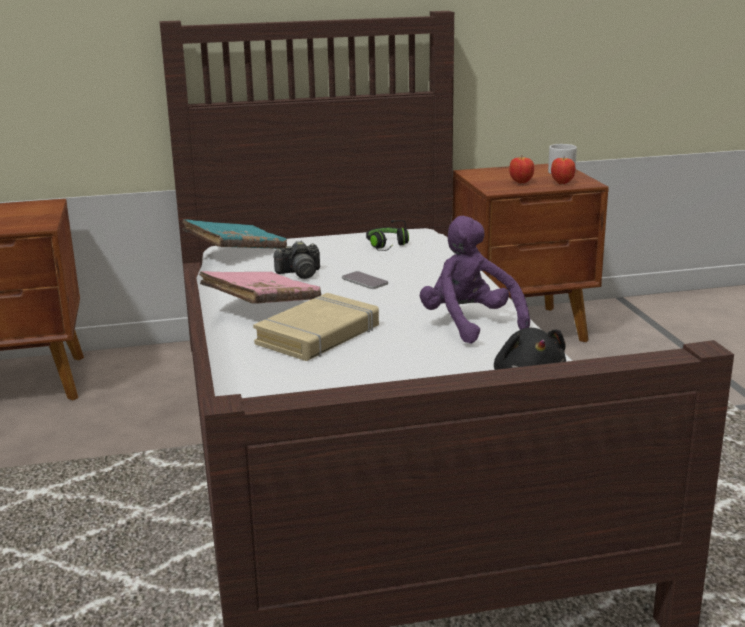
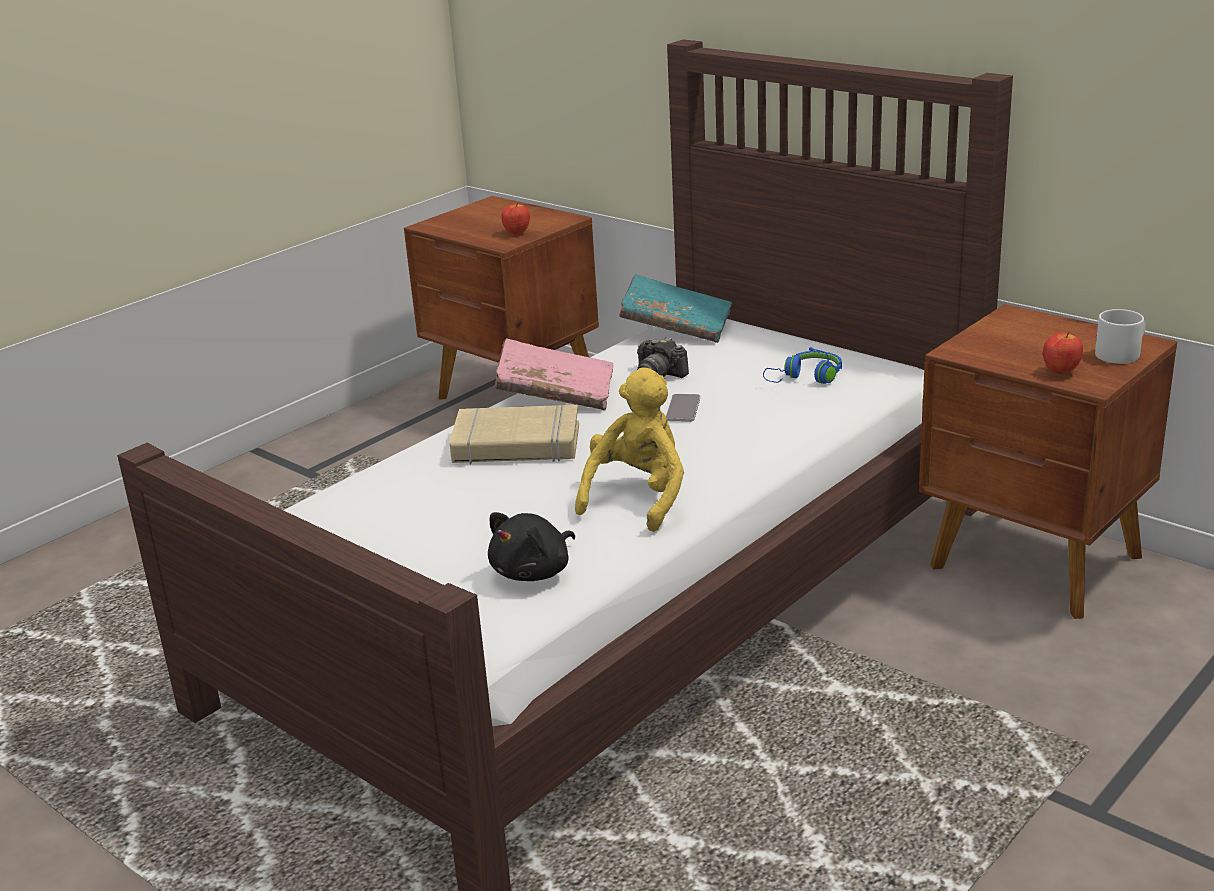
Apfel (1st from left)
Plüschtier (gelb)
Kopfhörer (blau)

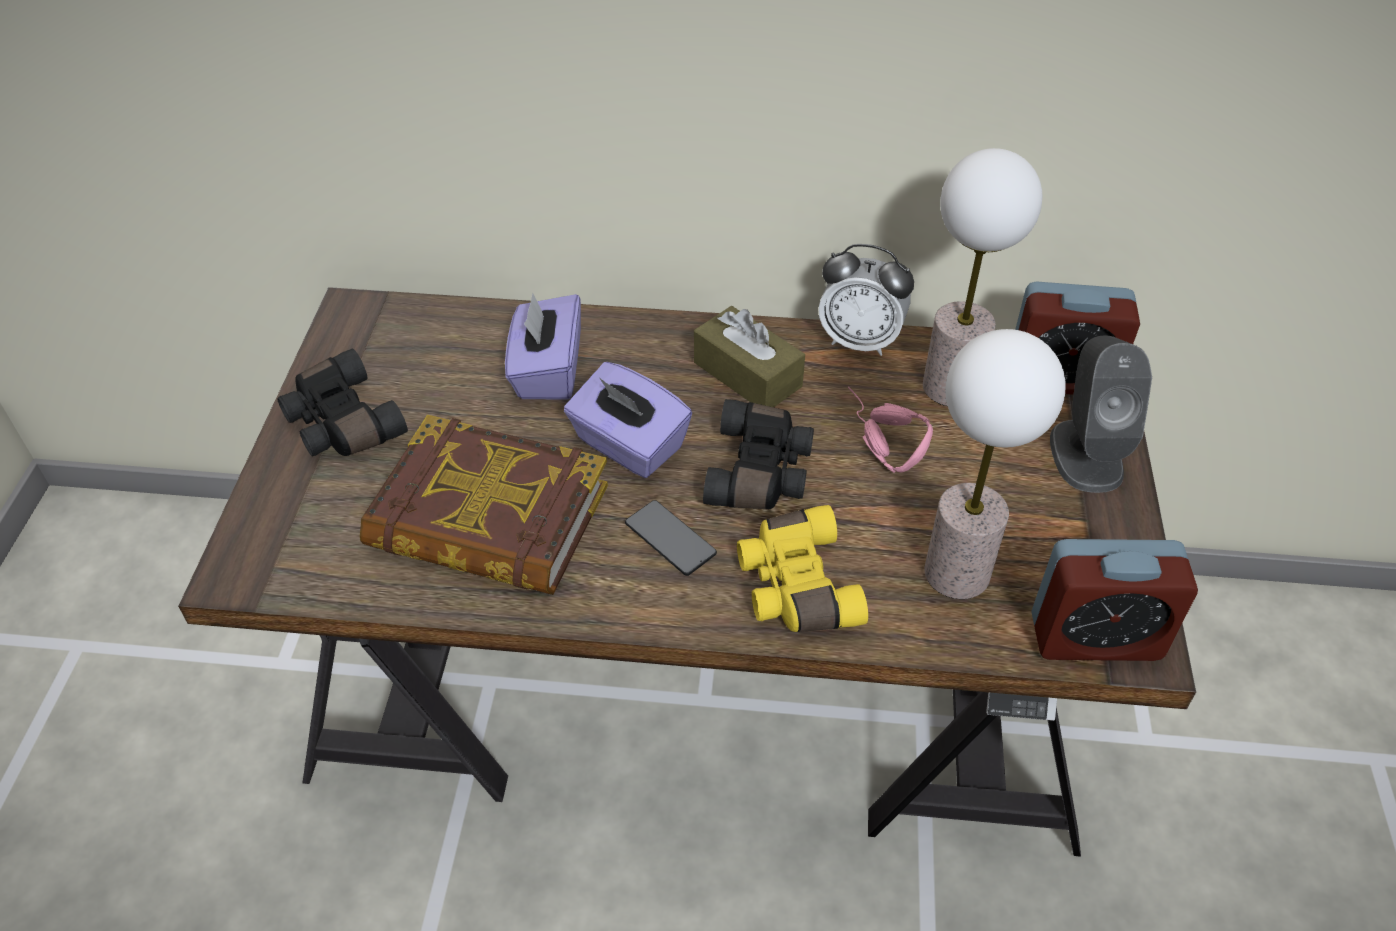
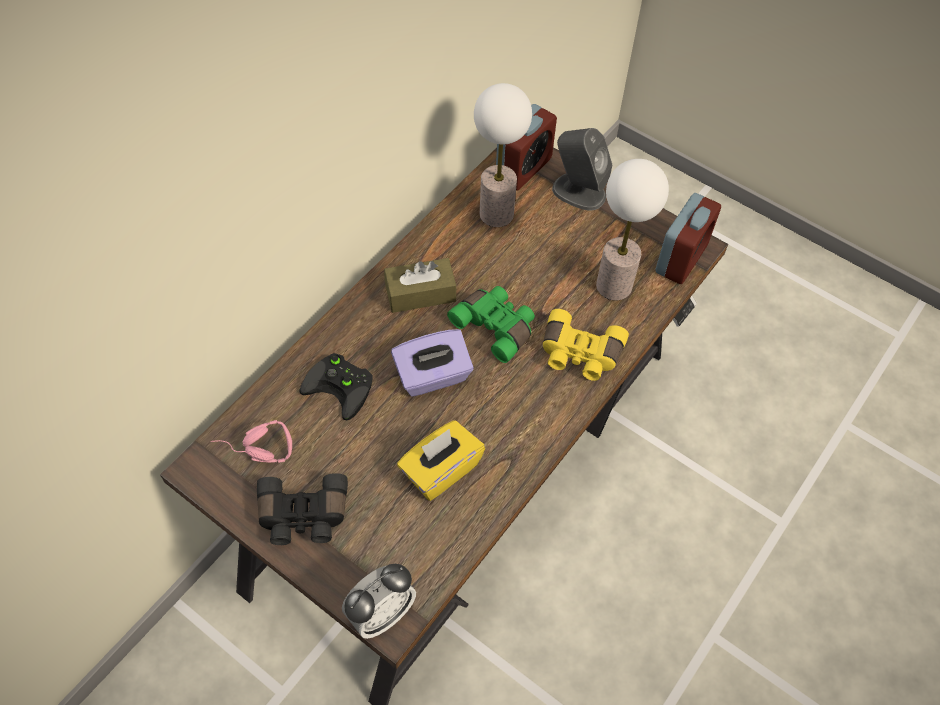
Wecker (1st from left)
Gamepad (schwarz)
Kopfhörer (rosa)
Fernglas (grün)
Taschentuchbox (gelb)
Handy

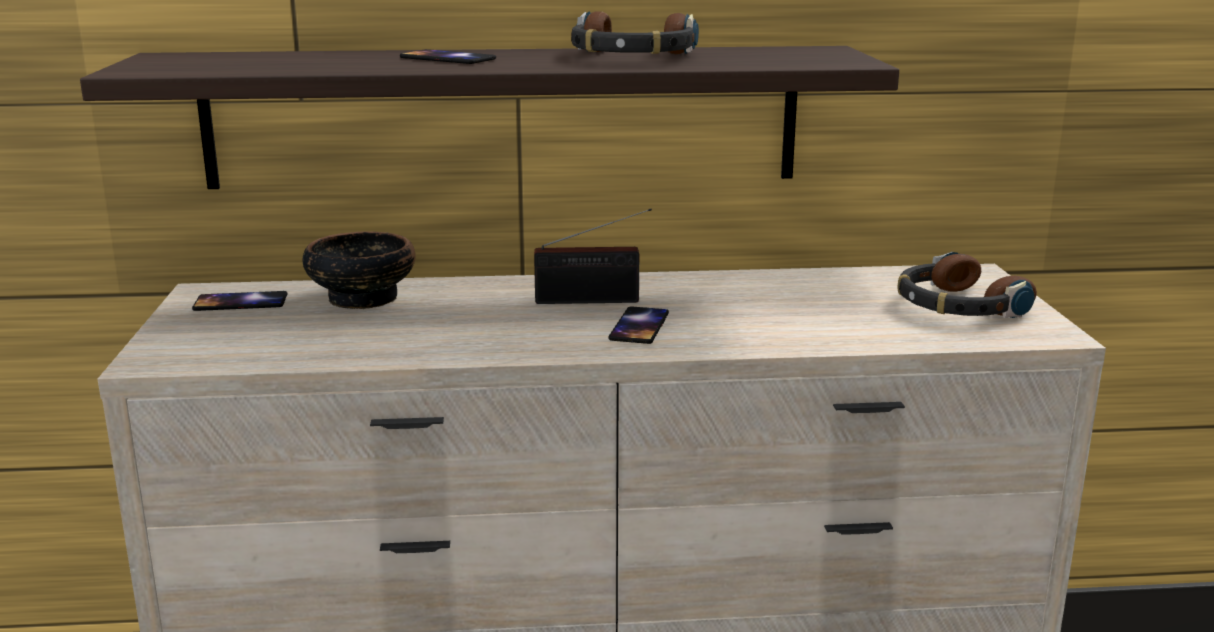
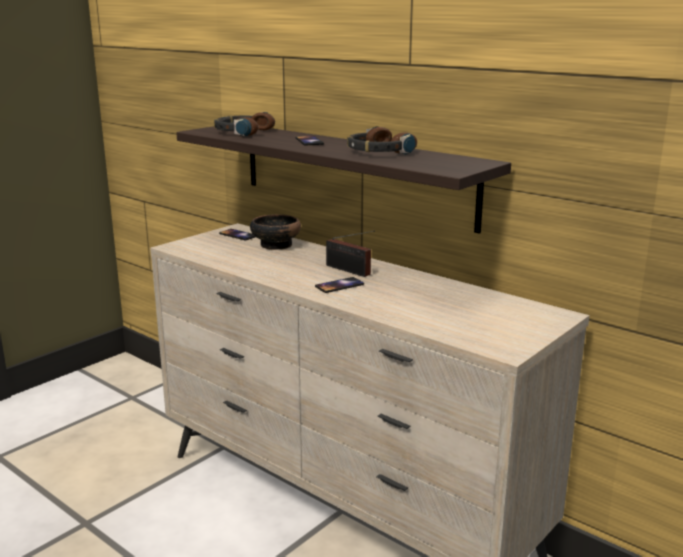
Kopfhörer (1st from left)

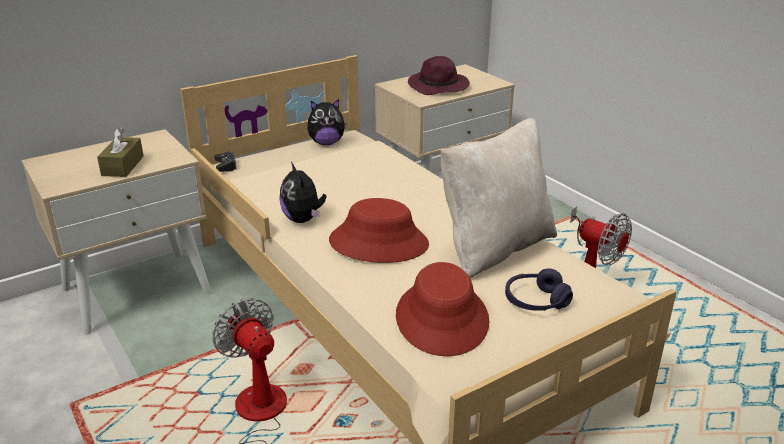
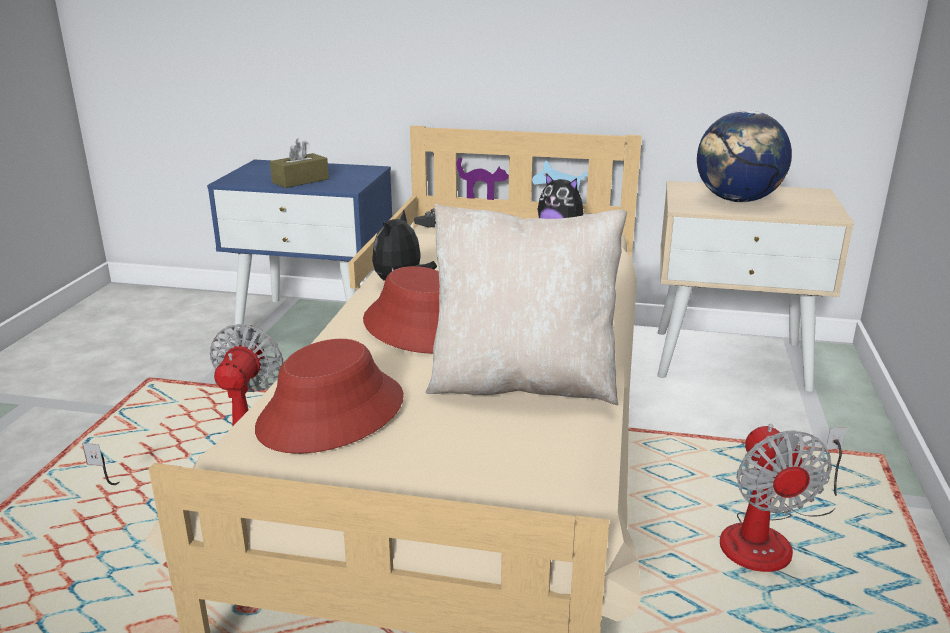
Globus
Nachttisch (blau)
Kopfhörer (lila)

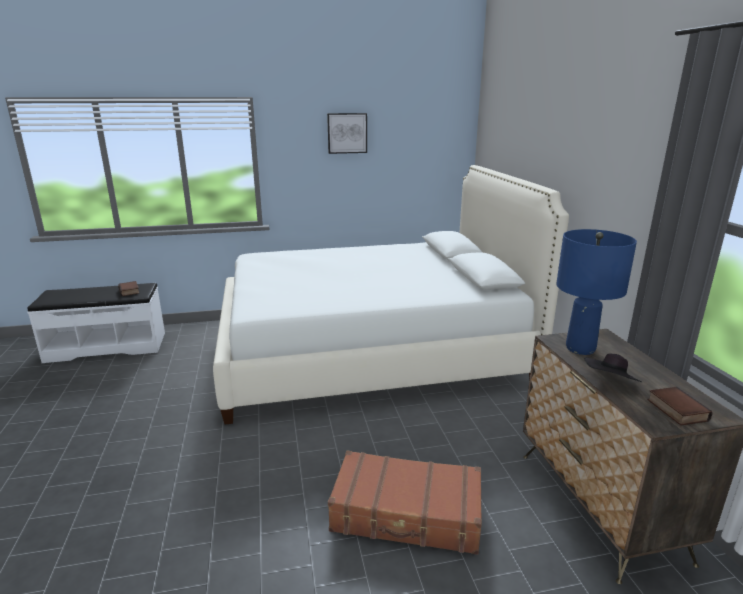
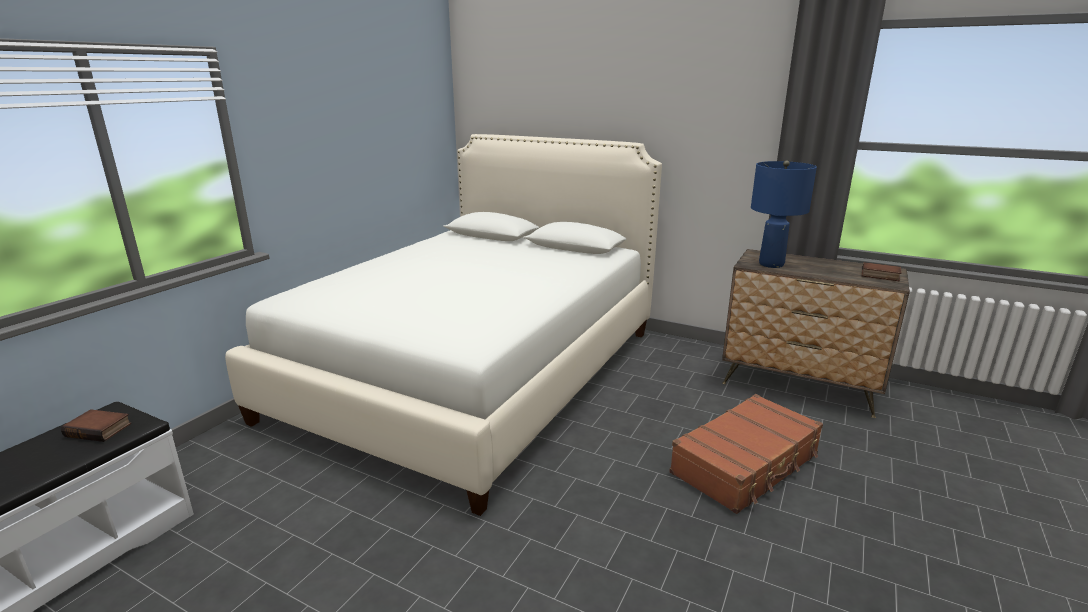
Bild
Hut (schwarz)

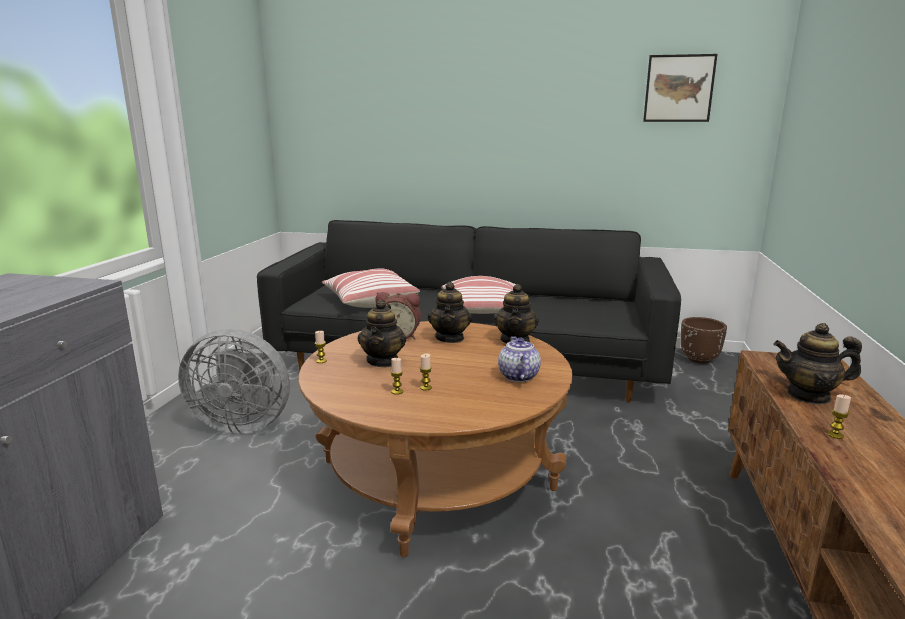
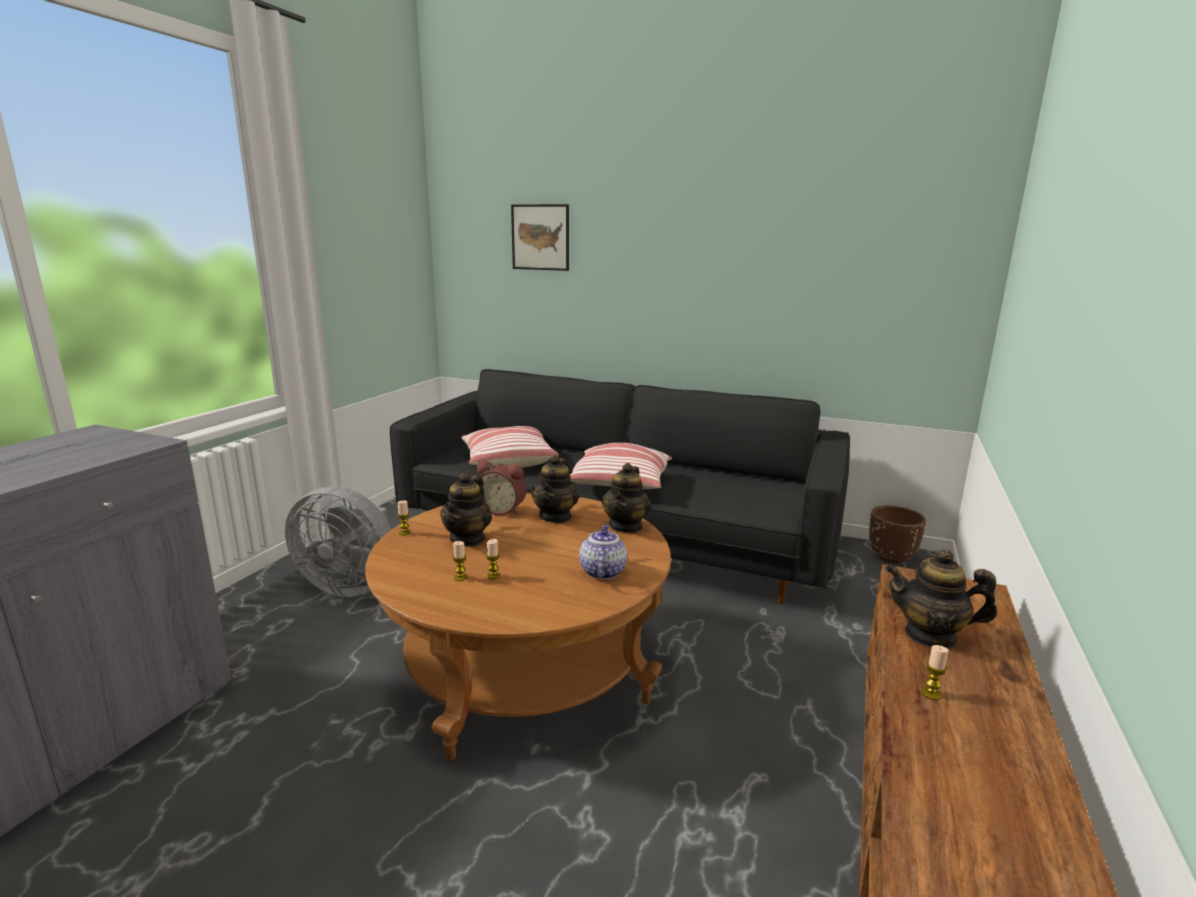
Bild

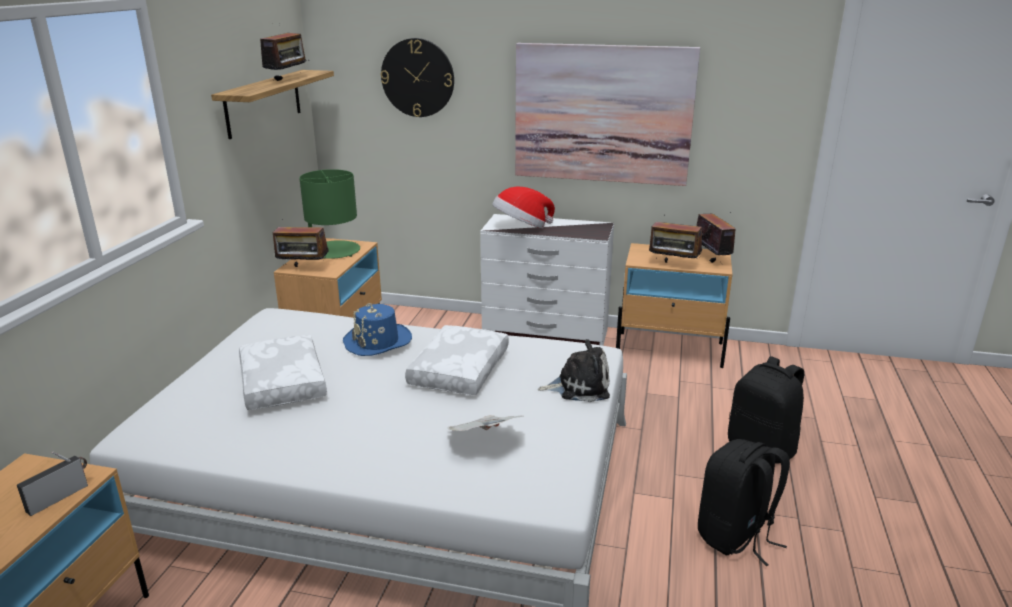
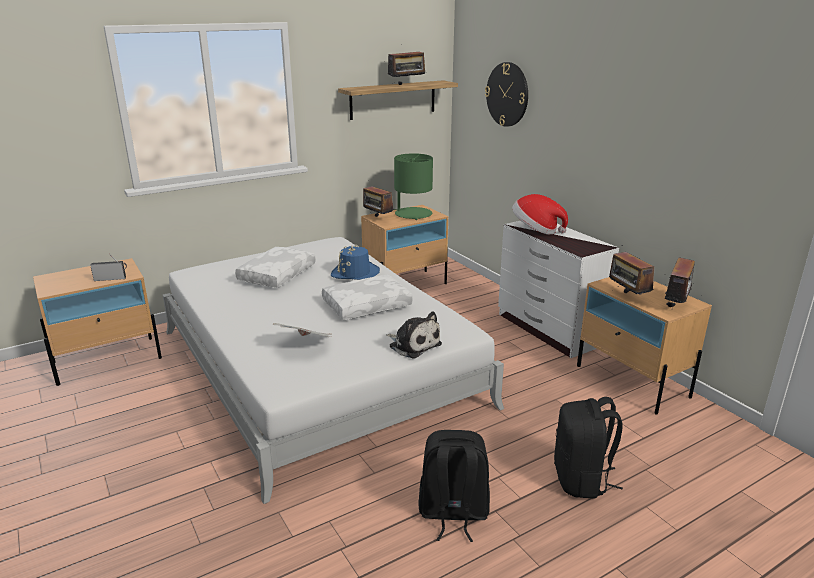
Bild

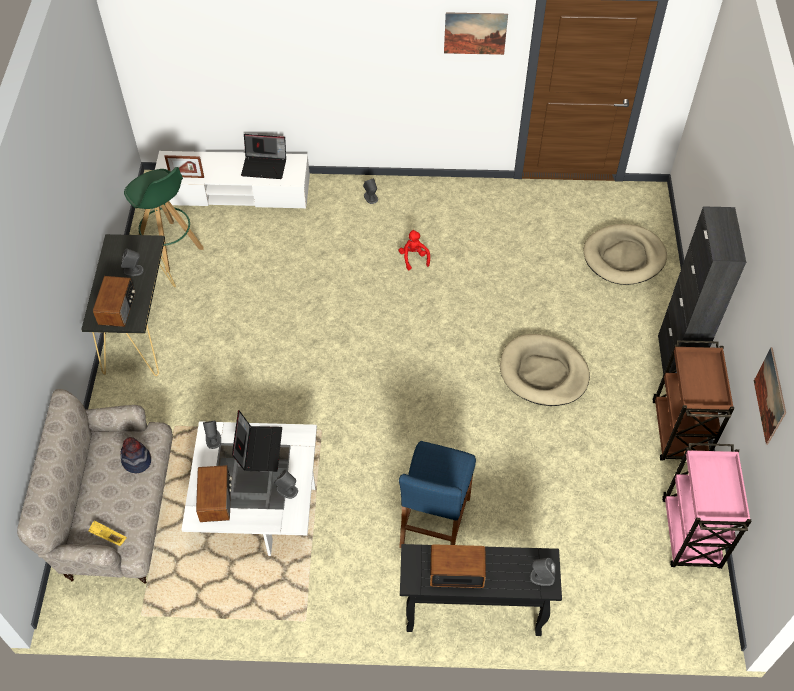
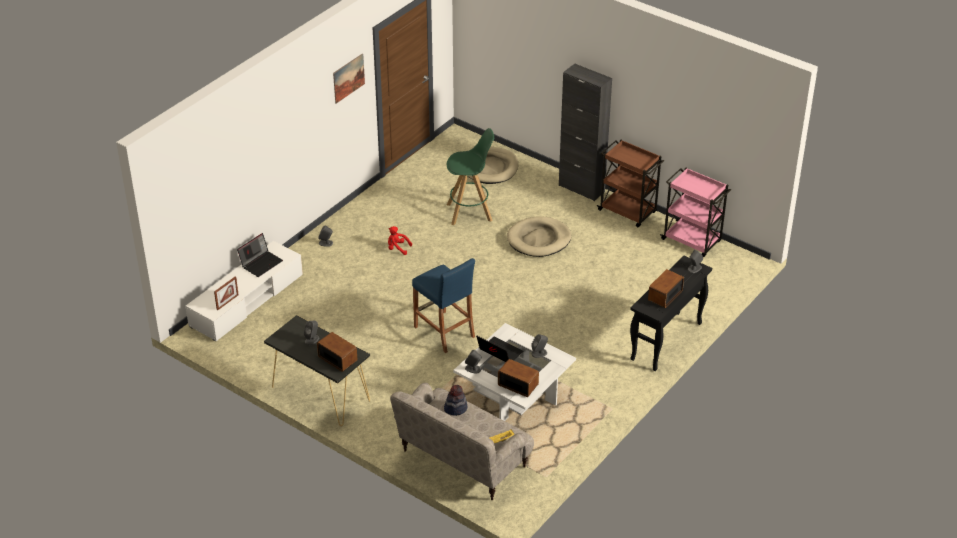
Hocker (grün)
Bild (2nd from left in the first image)
Hocker (blau)

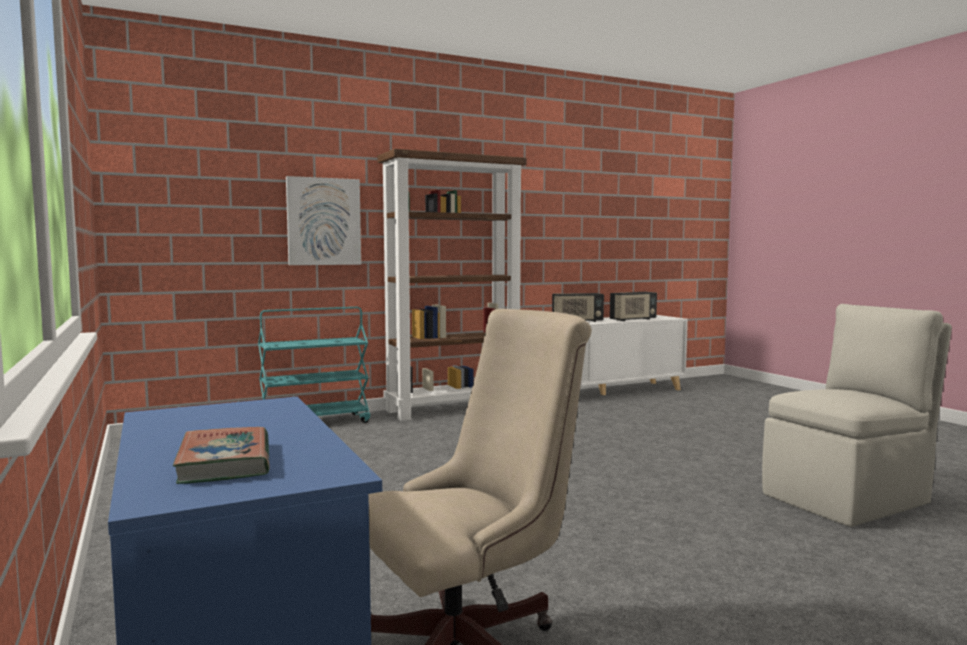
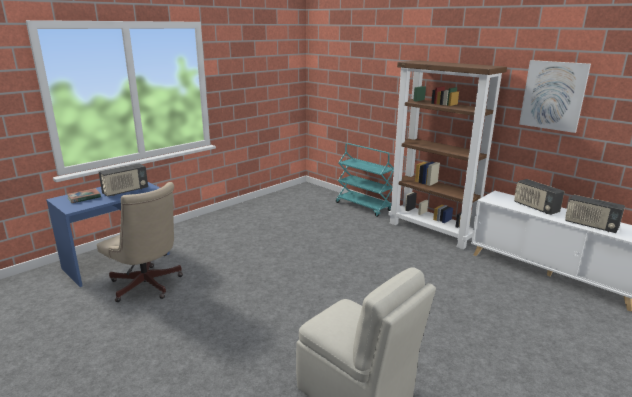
Bild
Radio (1st from left)

